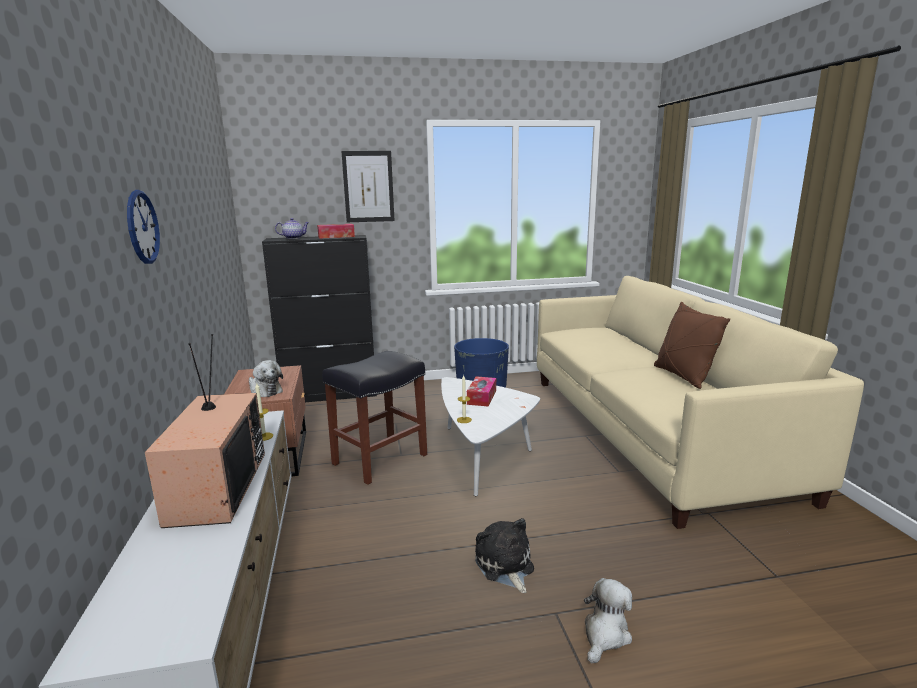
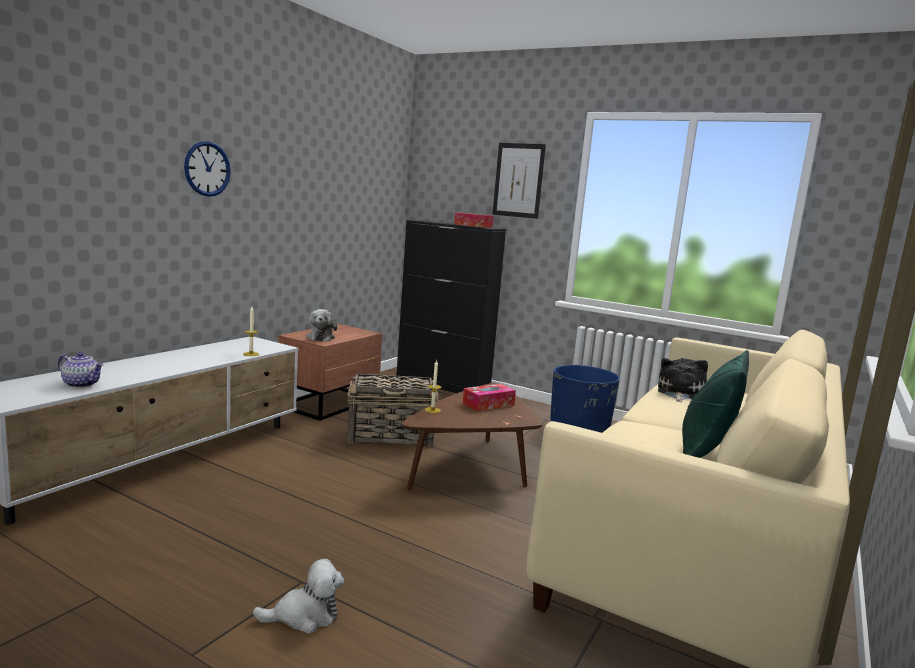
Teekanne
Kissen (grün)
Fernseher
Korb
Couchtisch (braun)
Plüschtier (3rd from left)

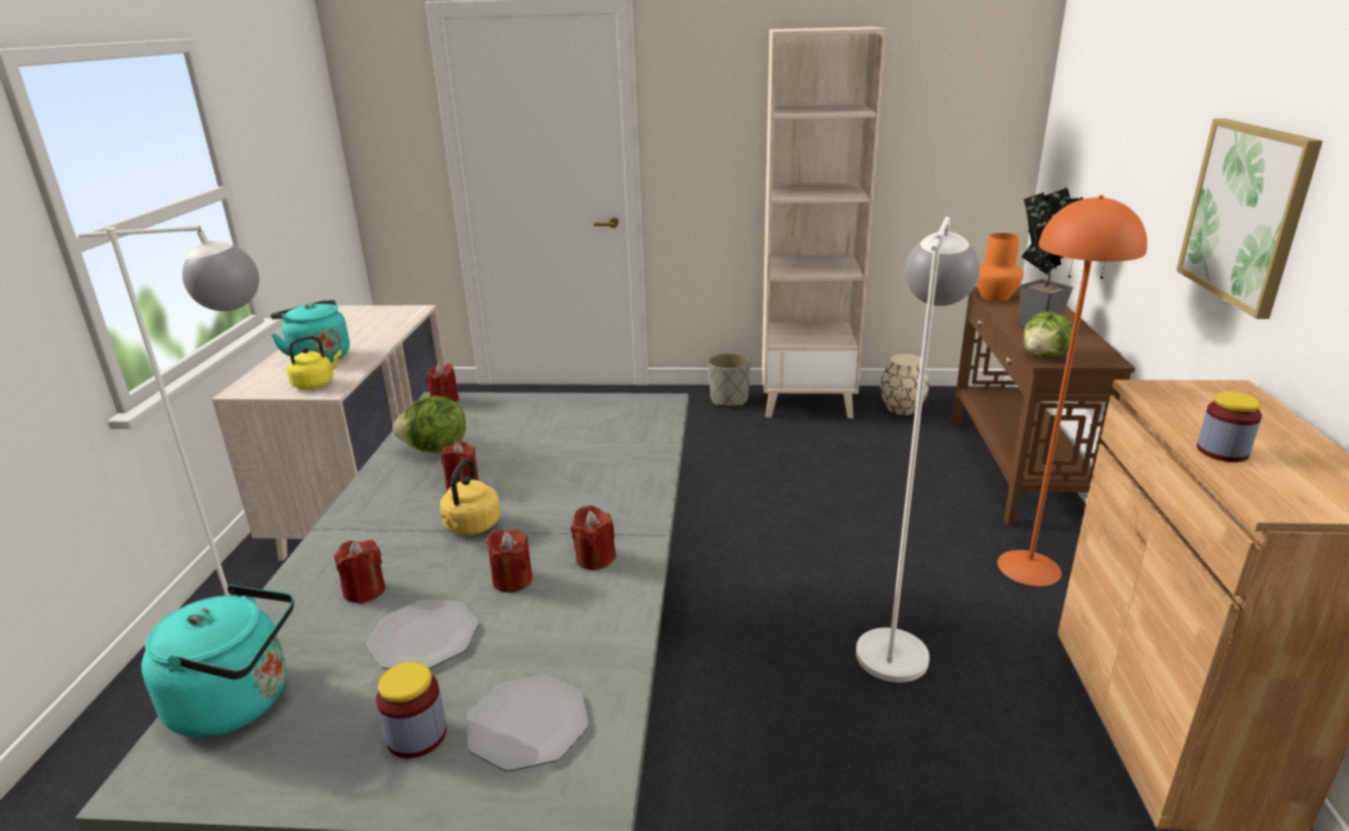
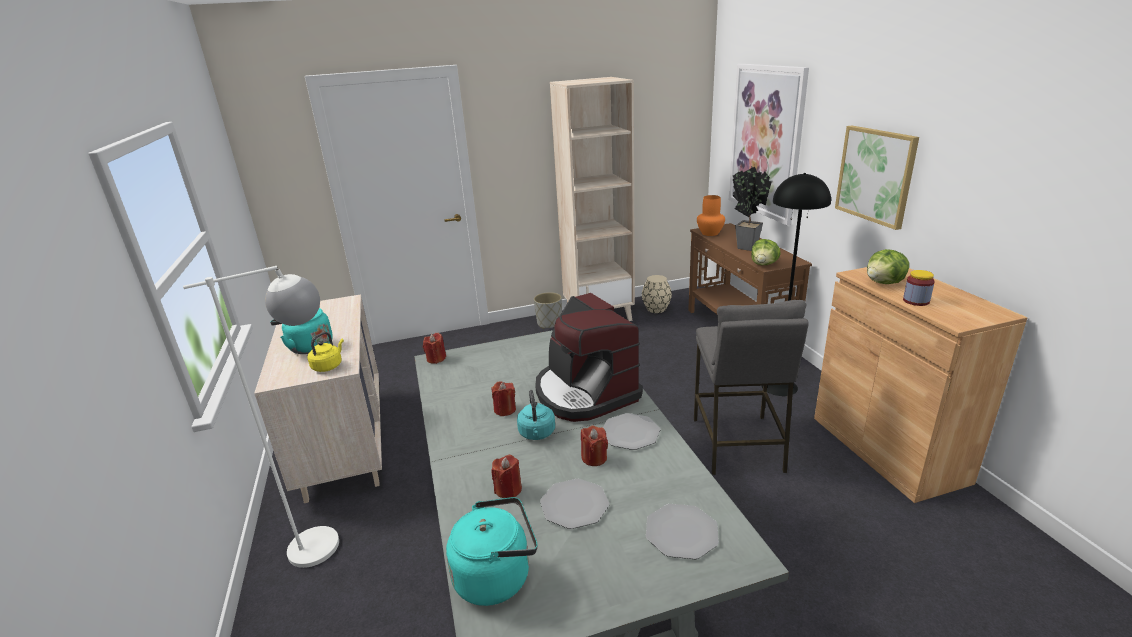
Stehlampe (schwarz)
Hocker (grau)
Salatkopf (2nd from left)
Wasserkessel (türkis) (3rd from left)
Teller (2nd from left)
Vorratsglas (1st from left in the first image)
Bild (1st from left)
Kaffeemaschine

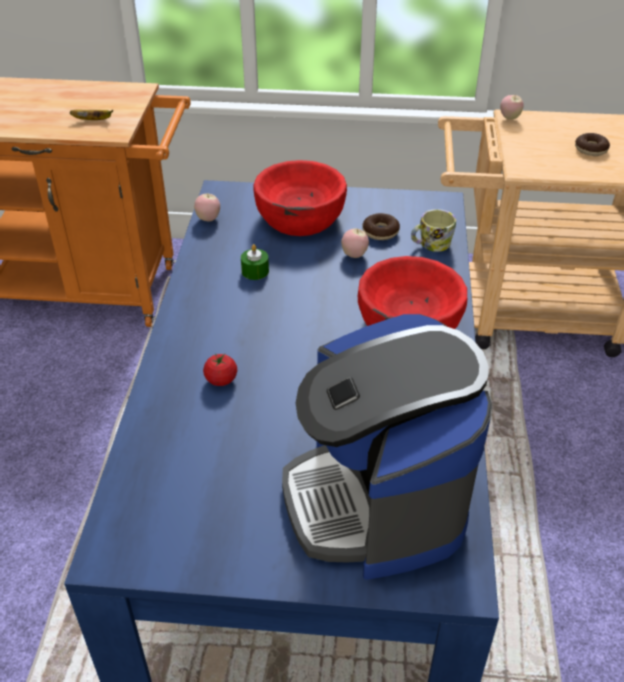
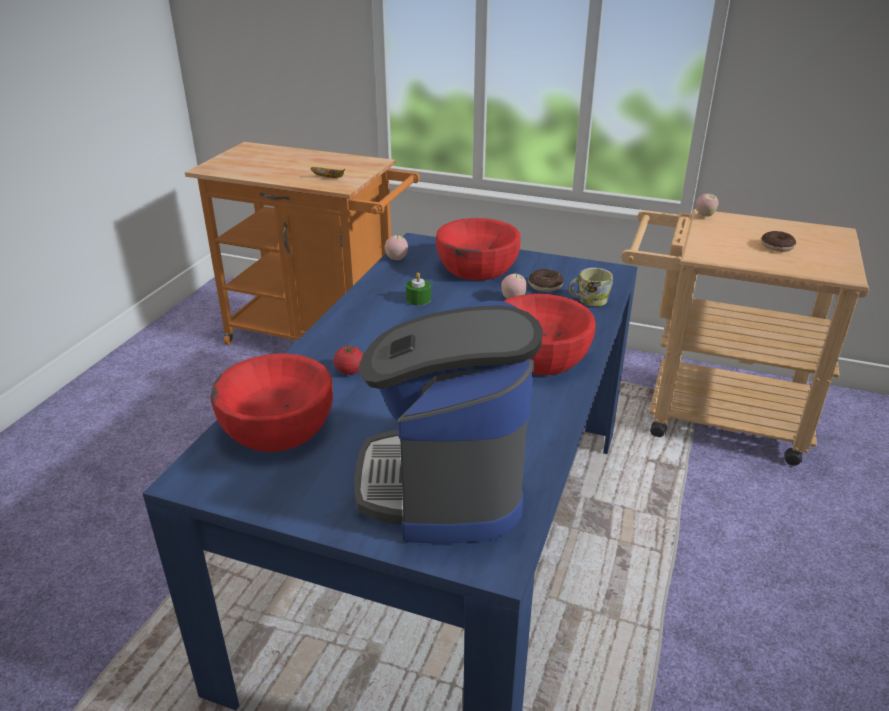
Schüssel (rot) (1st from left)

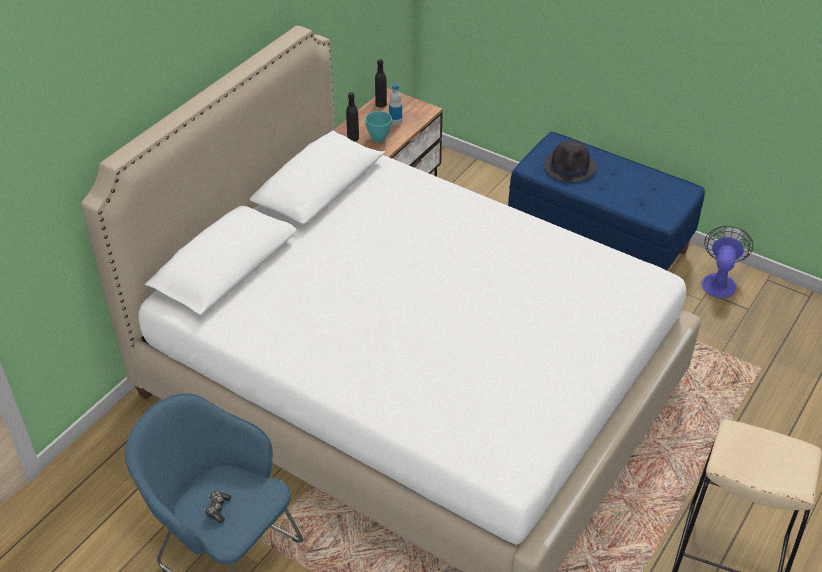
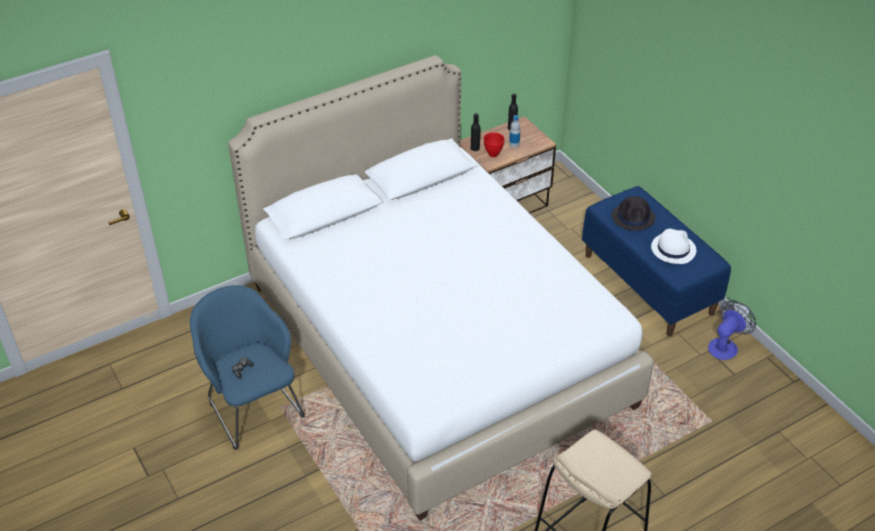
Schüssel (rot)
Hut (weiß)

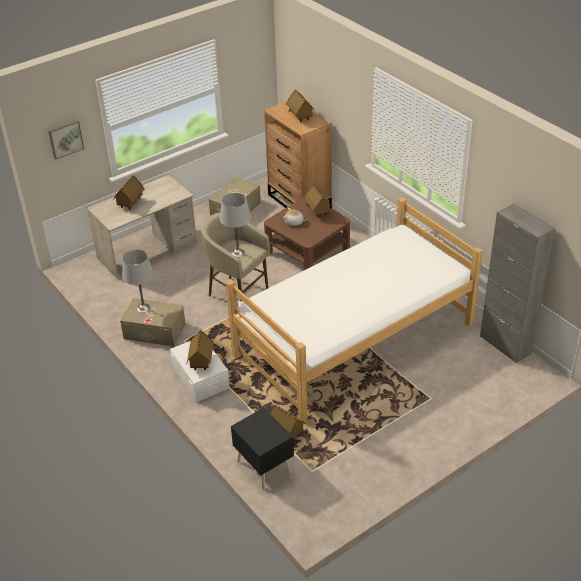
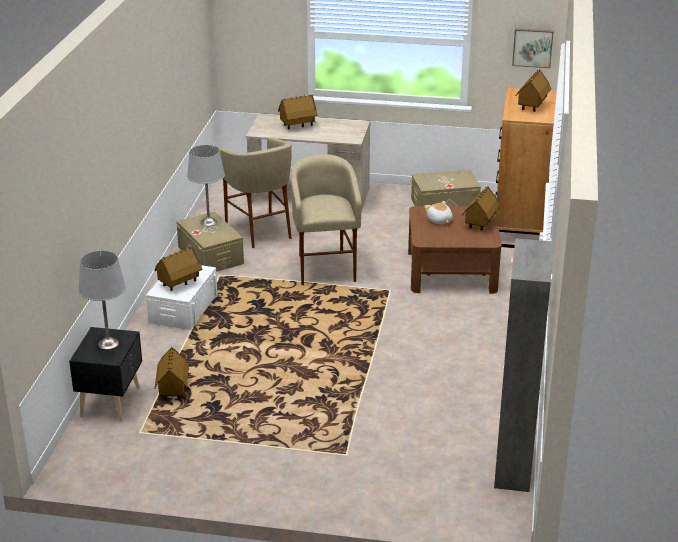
Bild
Tischlampe (grau) (1st from left)
Bett
Hocker (beige) (1st from left)

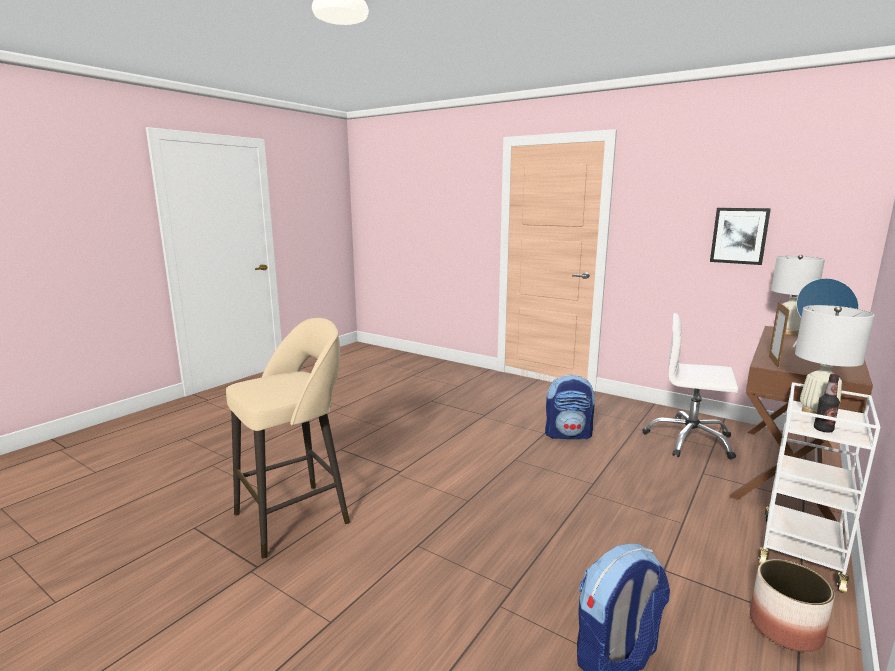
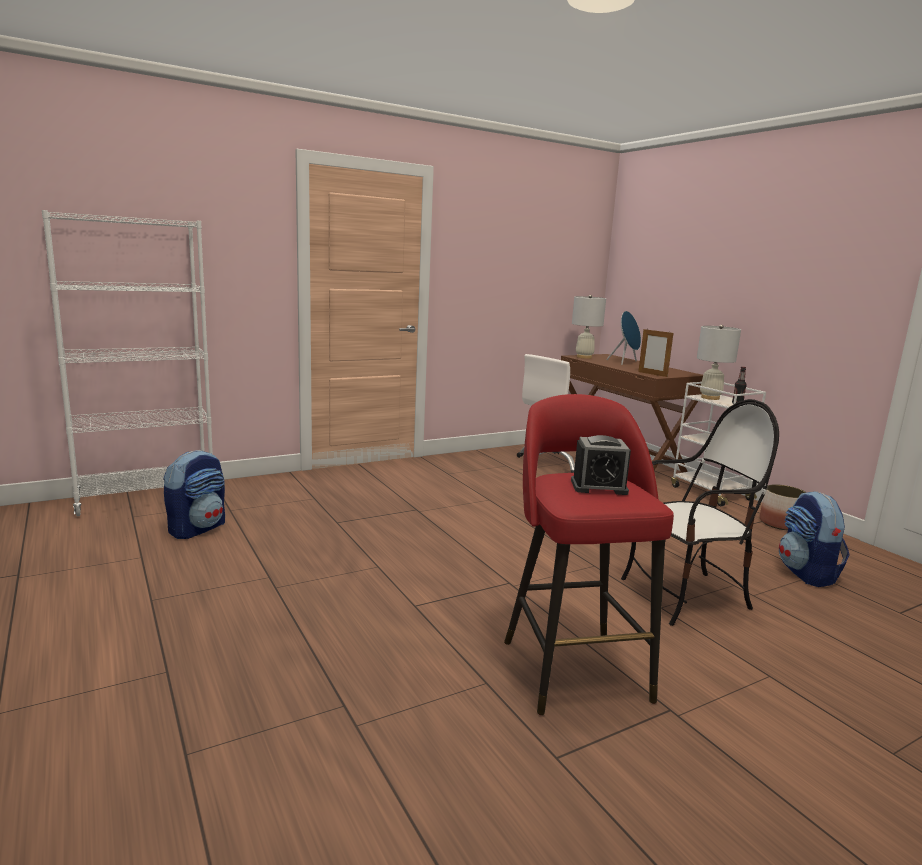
Bild
Hocker (rot)
Rucksack (1st from left)
Bücherregal (weiß)
Stuhl
Wecker

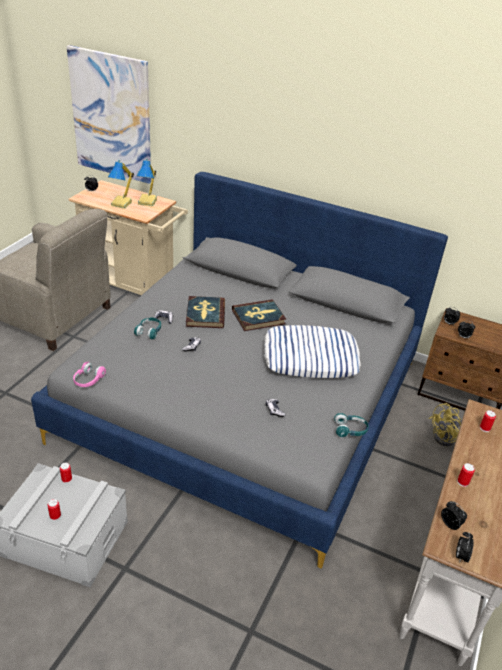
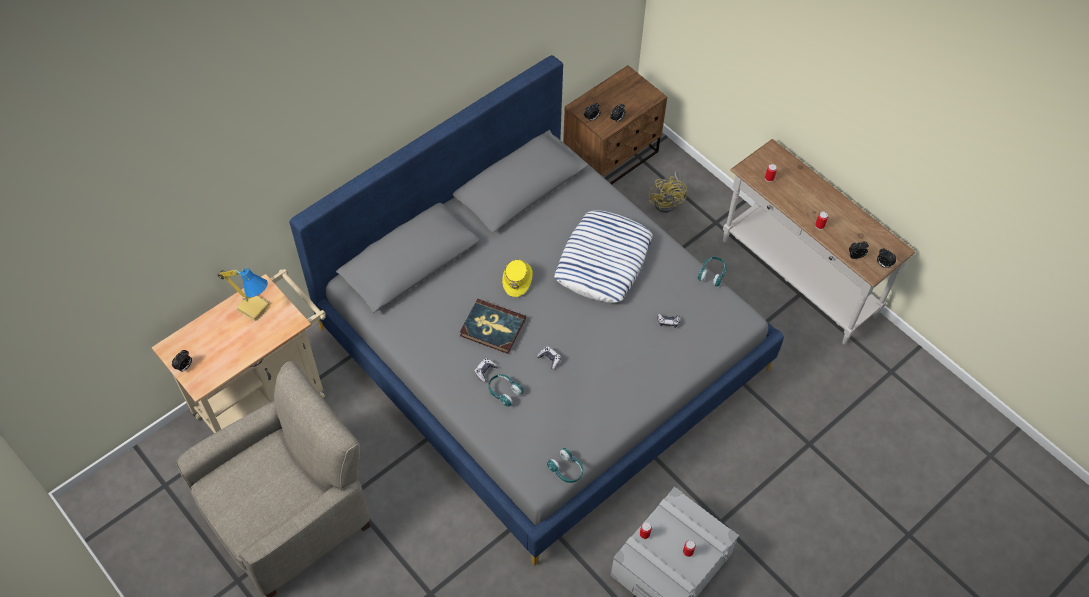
Bild
Tischlampe (1st from left in the first image)
Hut (gelb)
Kopfhörer (türkis) (2nd from left)

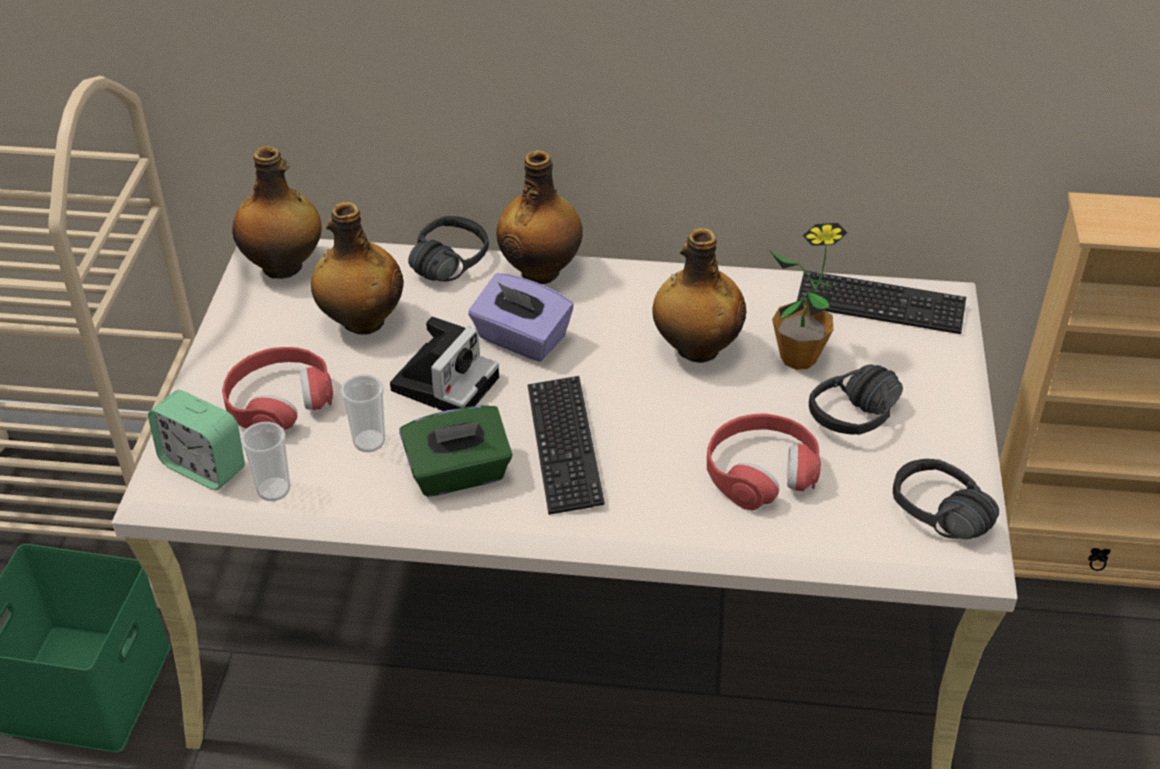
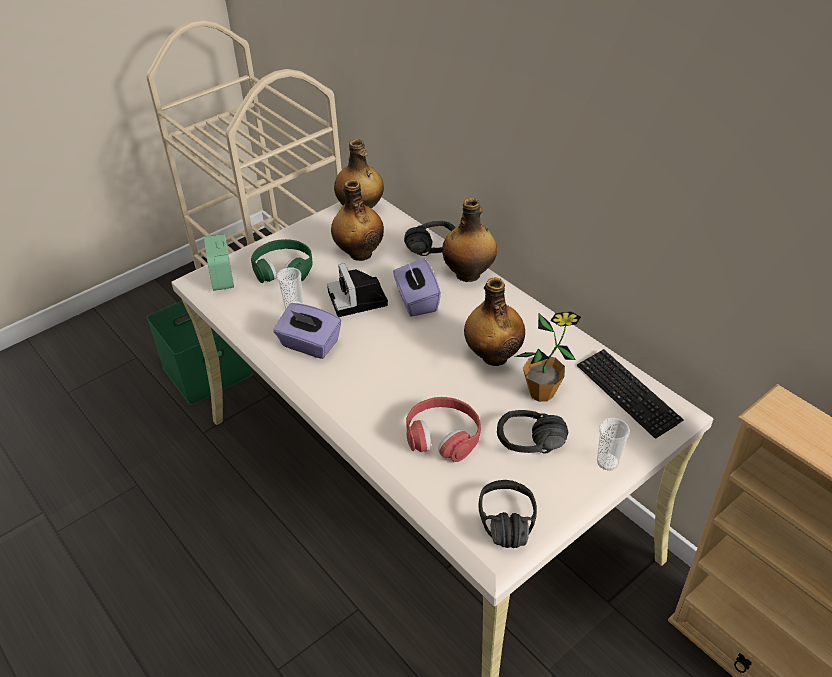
Kamera
Kopfhörer (grün)
Tastatur (1st from left in the first image)
Taschentuchbox (lila) (1st from left)
Tasse (2nd from left)

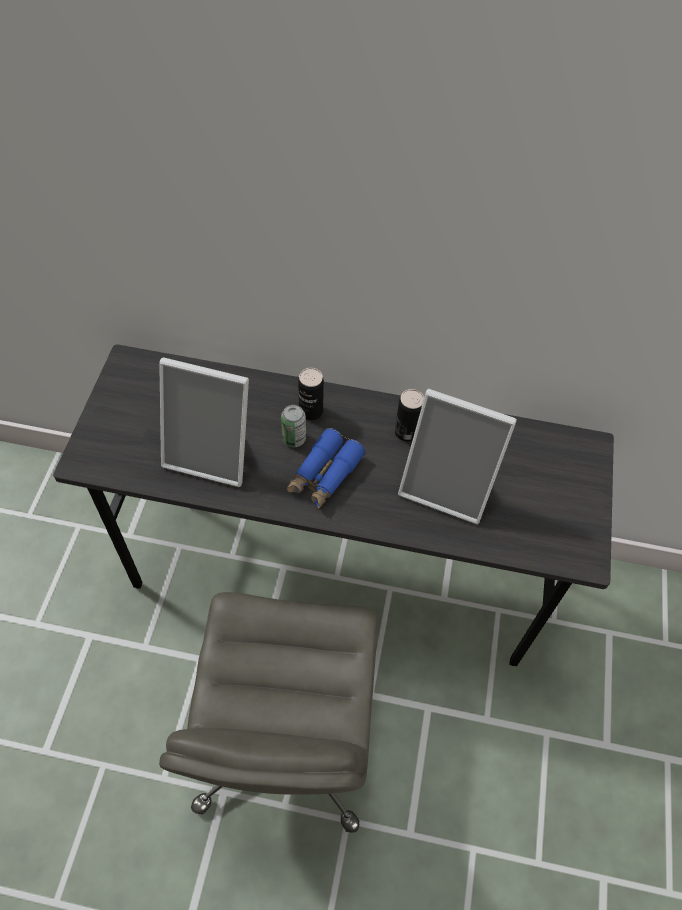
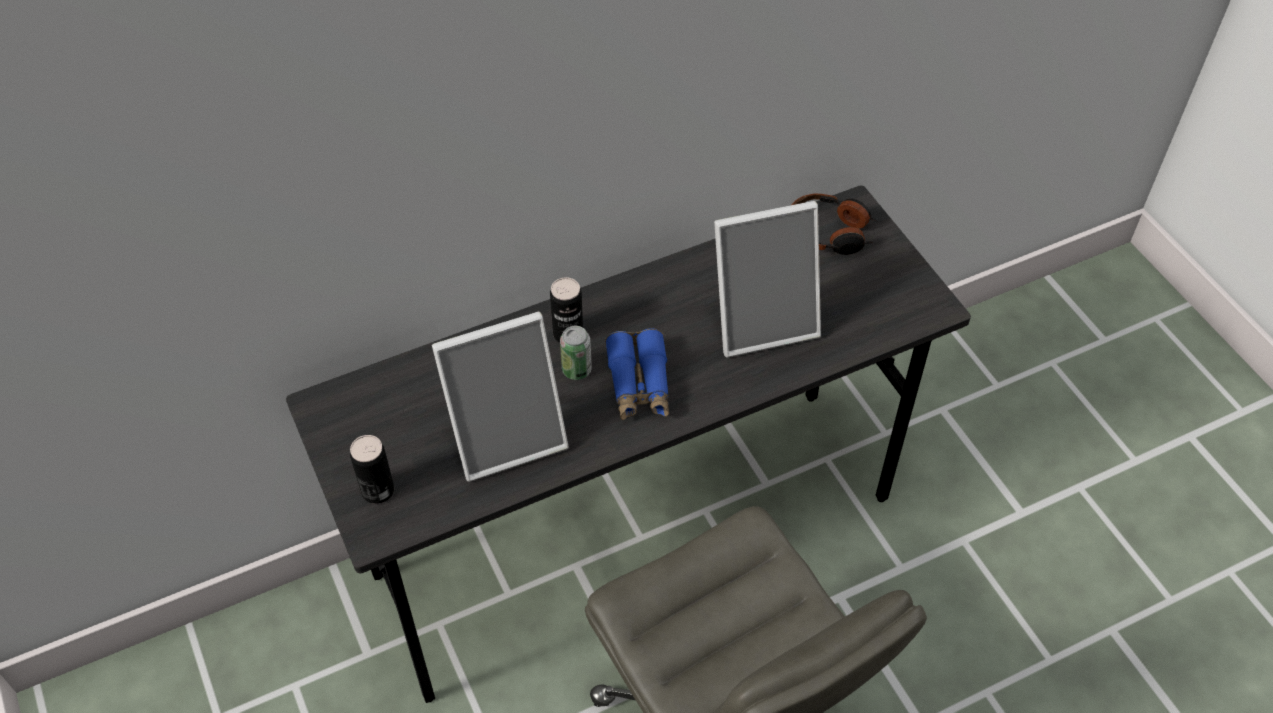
Dose (1st from left)
Kopfhörer

